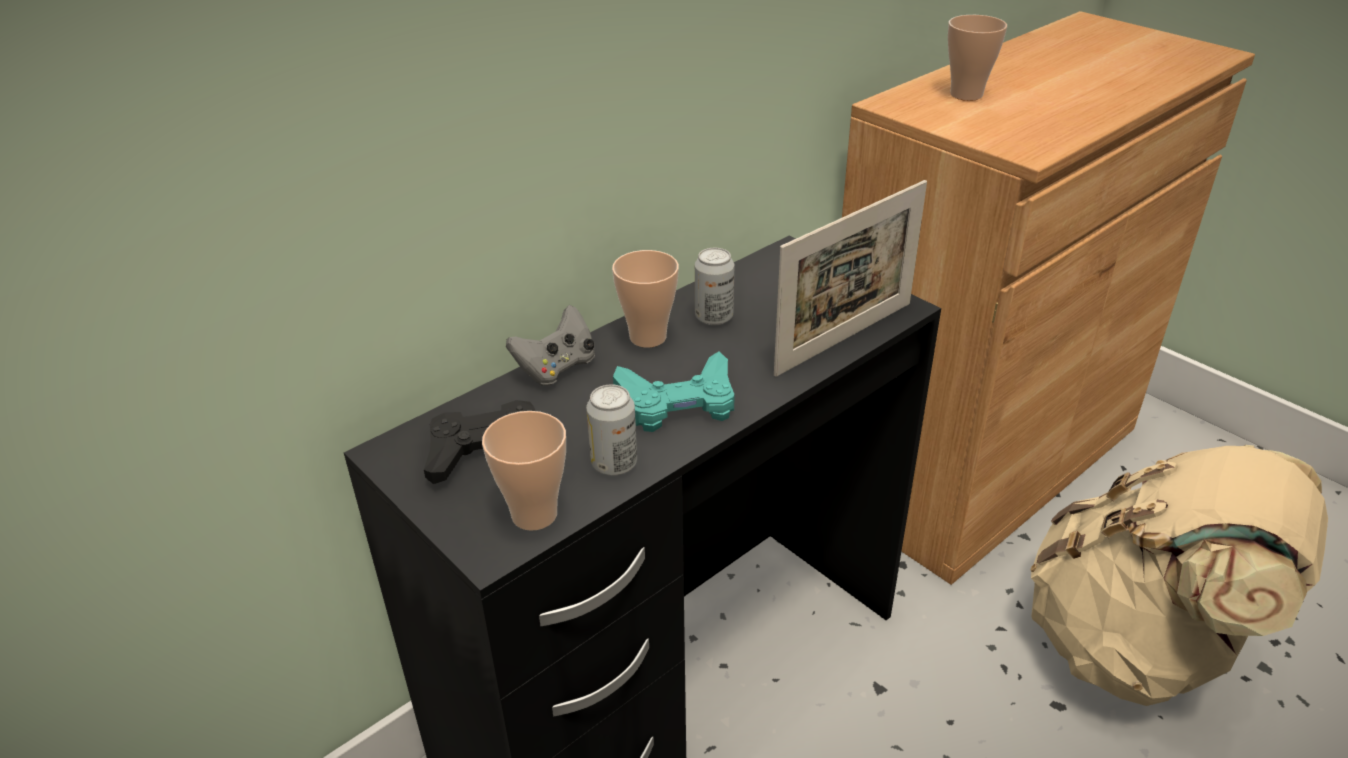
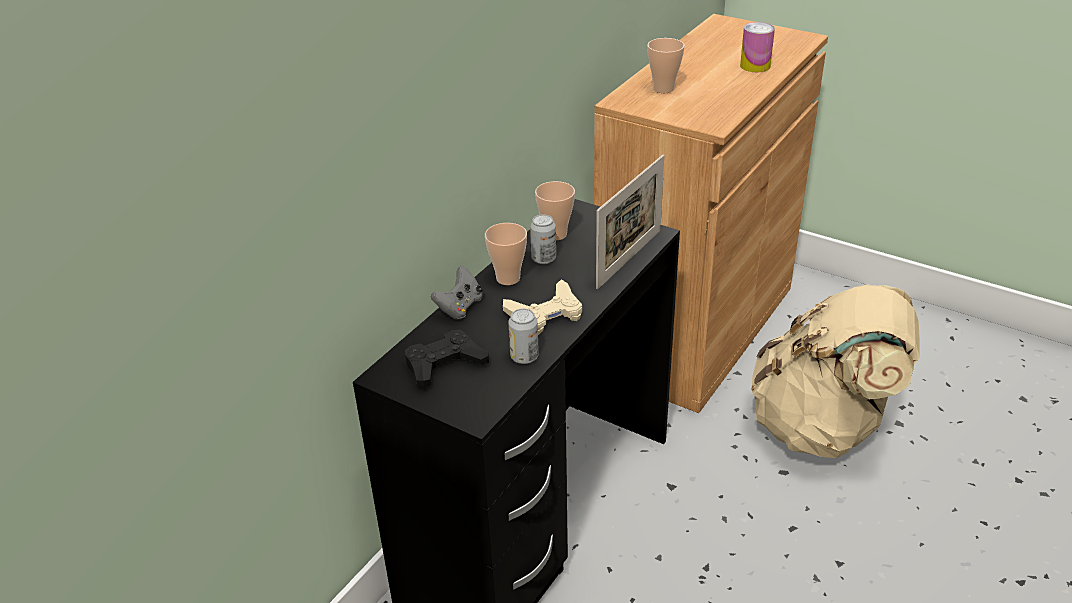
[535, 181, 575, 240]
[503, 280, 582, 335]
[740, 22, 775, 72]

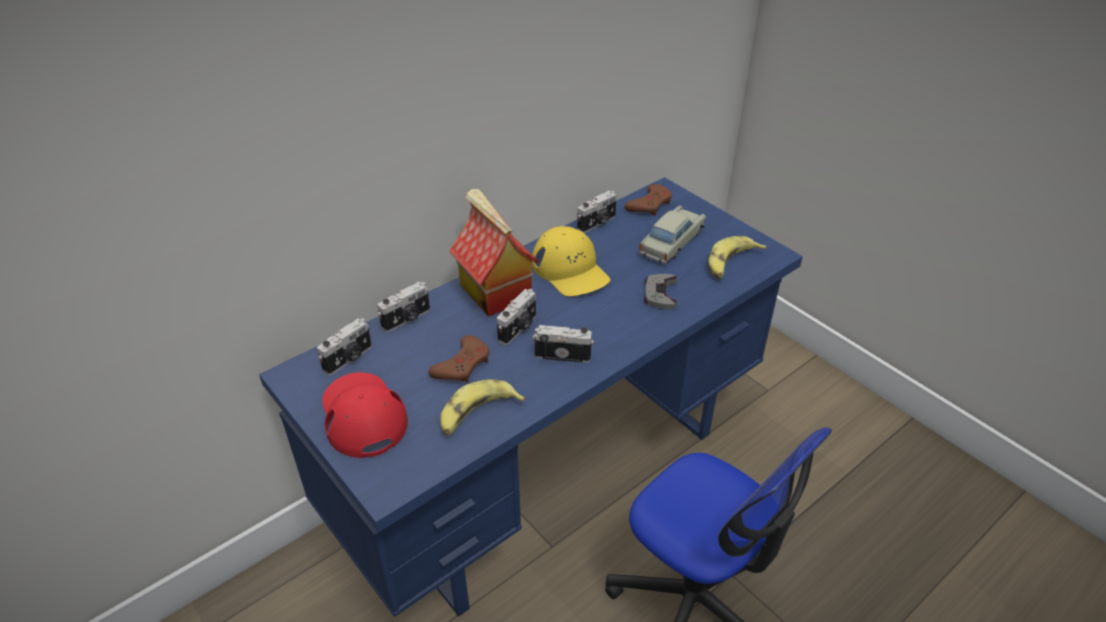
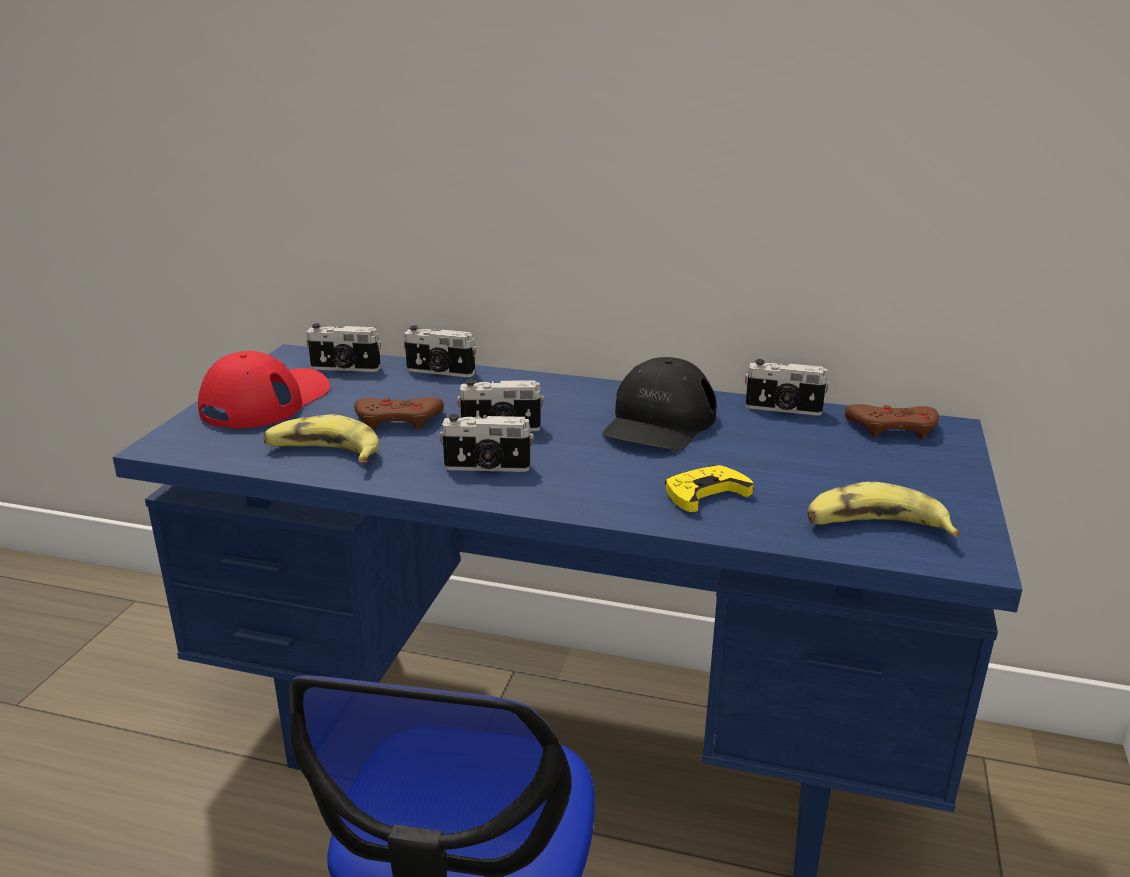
[449, 189, 539, 317] (first image)
[602, 357, 717, 450]
[440, 414, 534, 472]
[639, 205, 706, 264] (first image)
[665, 465, 754, 512]

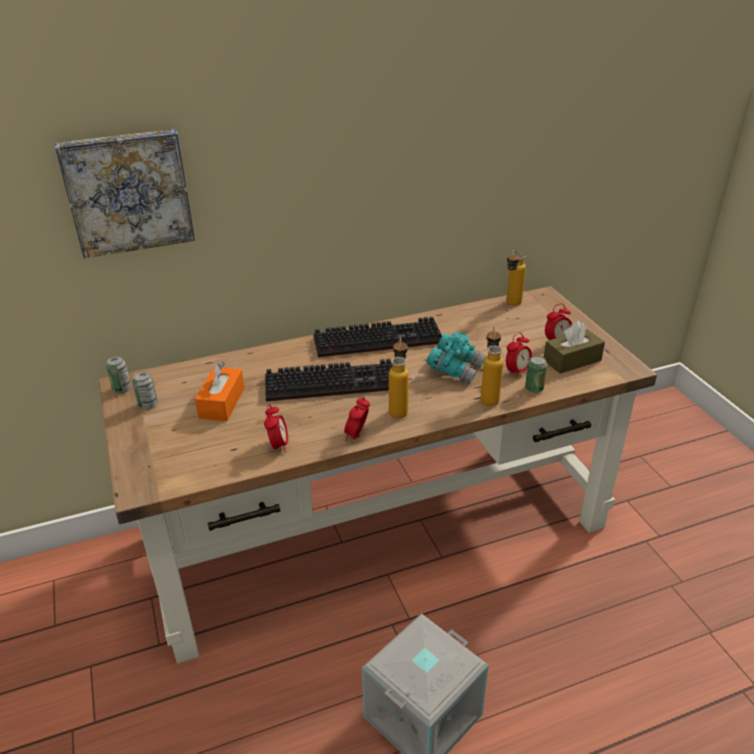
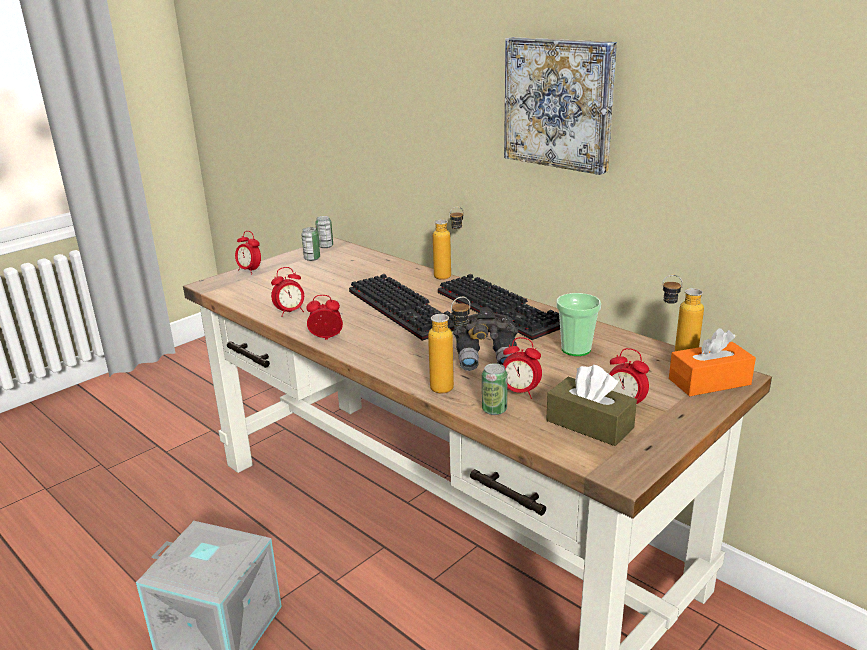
[504, 37, 617, 175]
[669, 328, 756, 396]
[433, 207, 464, 280]
[453, 307, 518, 371]
[235, 231, 261, 275]
[556, 293, 601, 356]

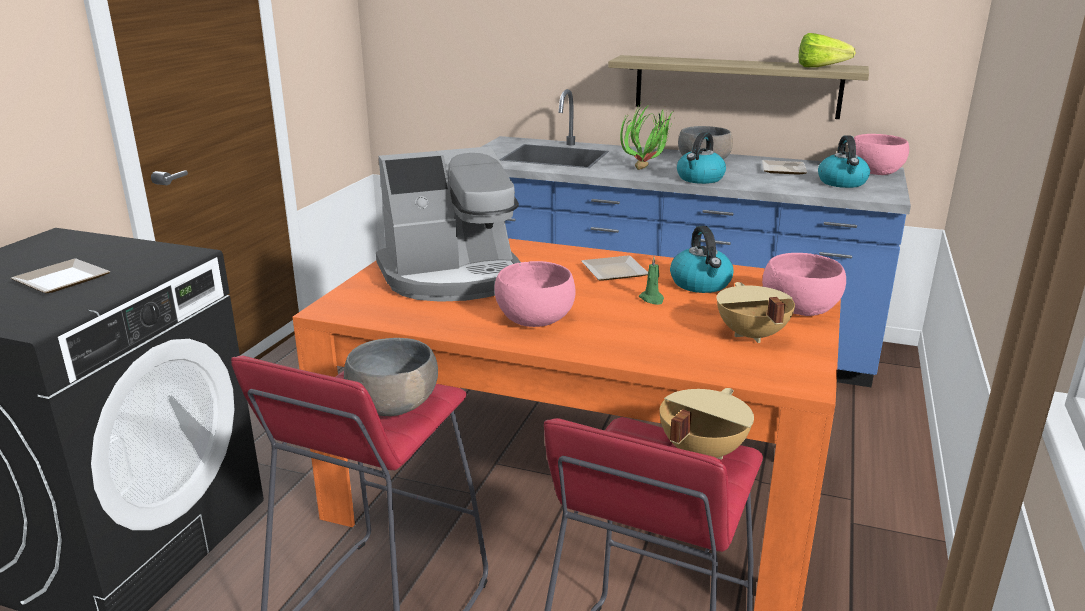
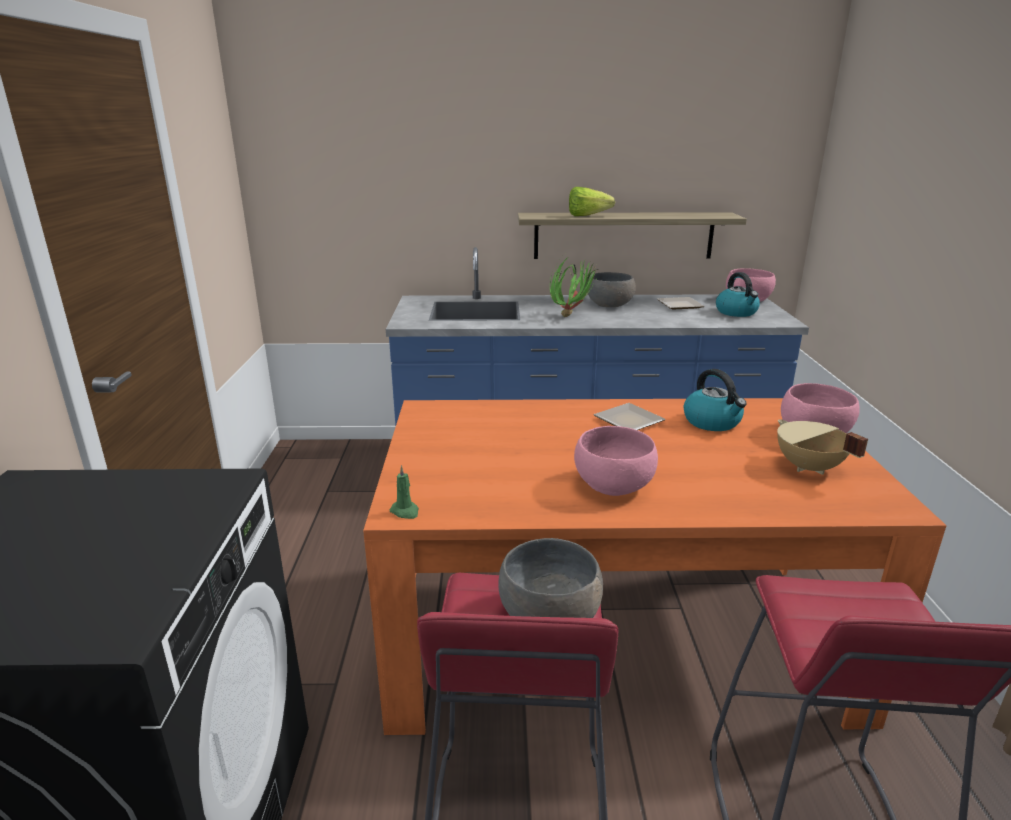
[11, 258, 111, 293] (first image)
[376, 146, 521, 302] (first image)
[390, 465, 419, 519]
[660, 388, 754, 460] (first image)
[677, 132, 726, 184] (first image)
[569, 187, 615, 216]

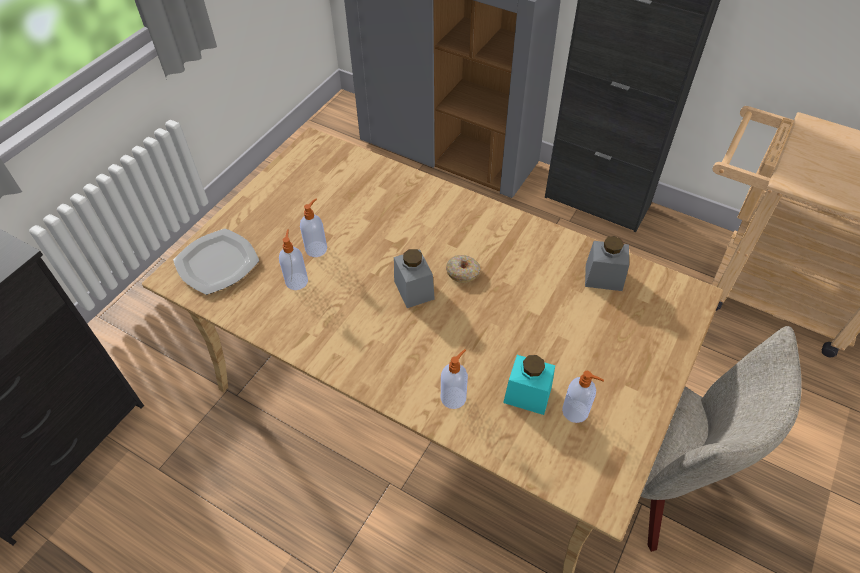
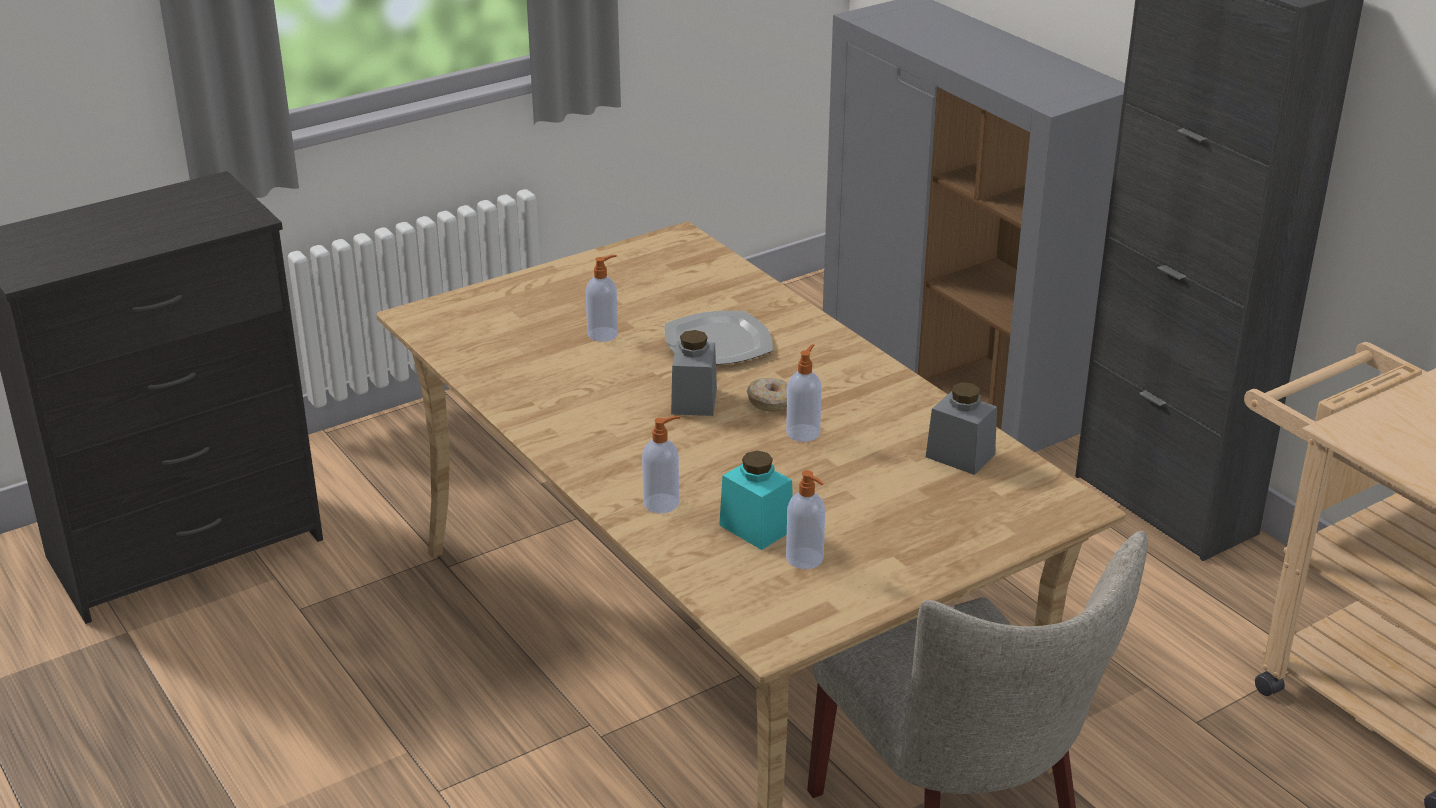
[664, 311, 773, 365]
[786, 344, 822, 442]

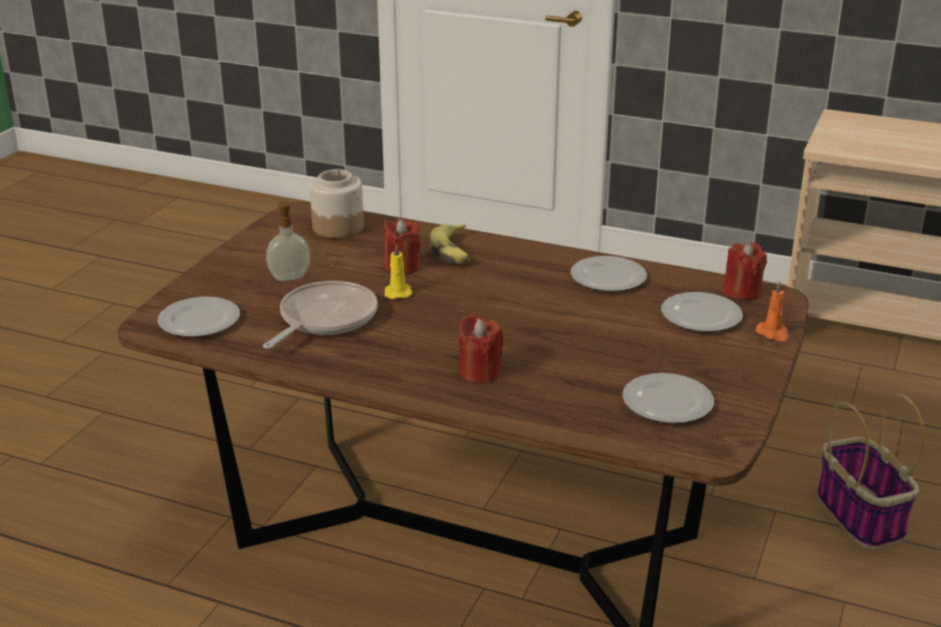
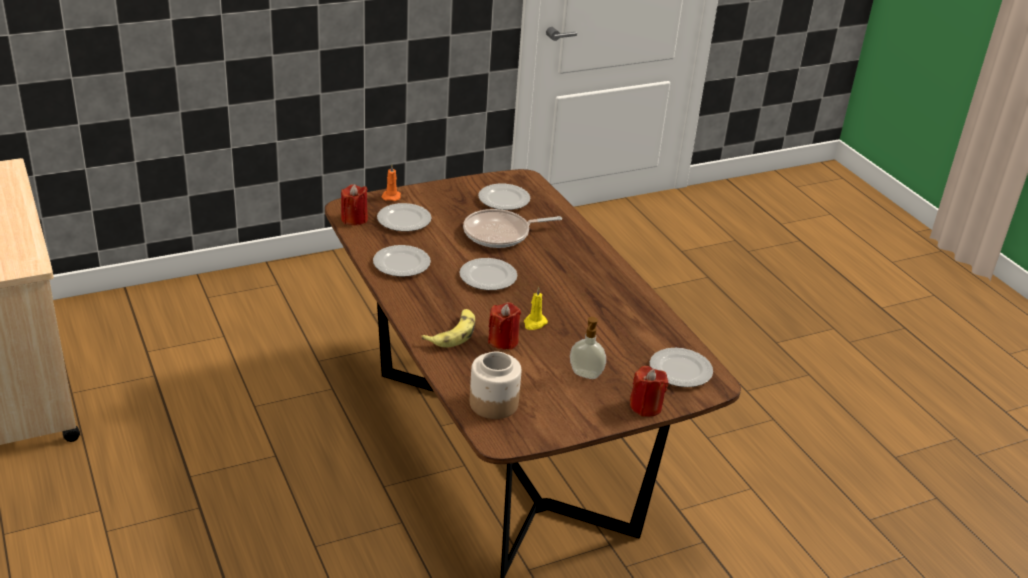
[463, 209, 562, 248]
[630, 366, 668, 417]
[817, 394, 925, 549] (first image)
[459, 258, 517, 290]

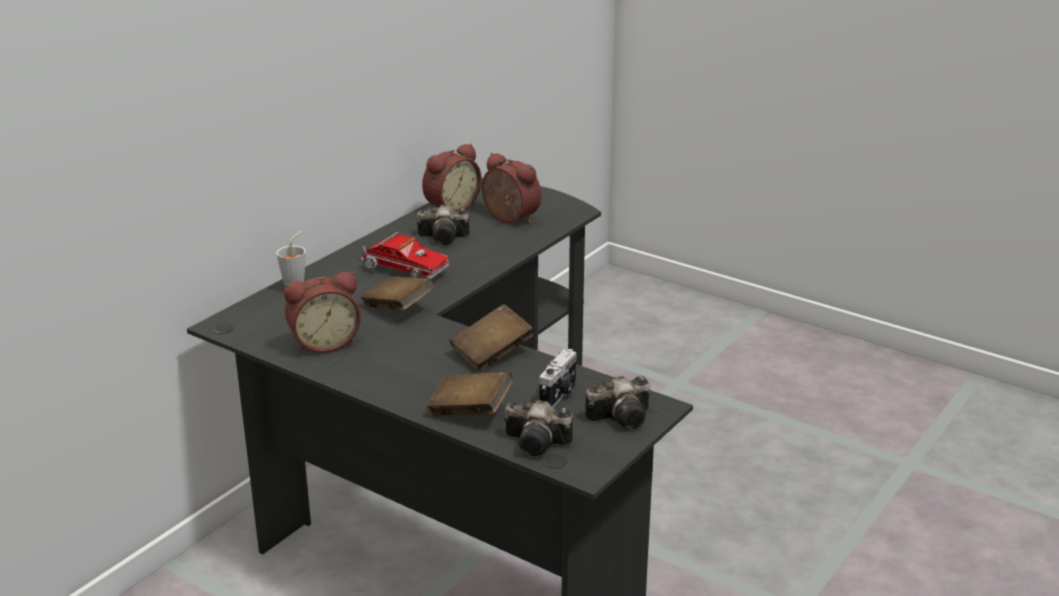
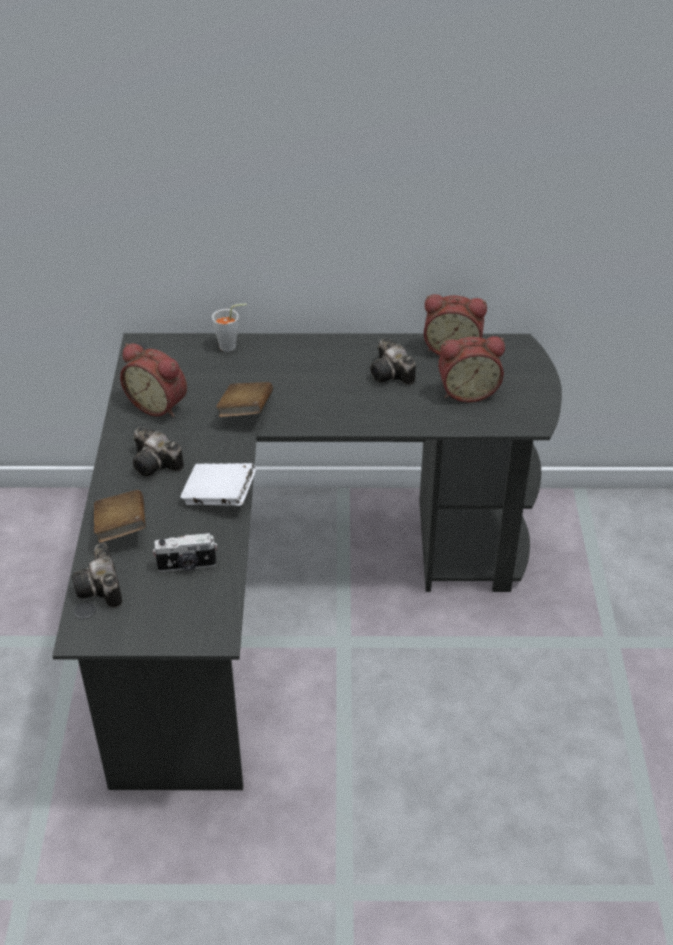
[361, 232, 449, 279] (first image)
[180, 463, 256, 506]
[438, 336, 505, 403]
[133, 427, 184, 476]

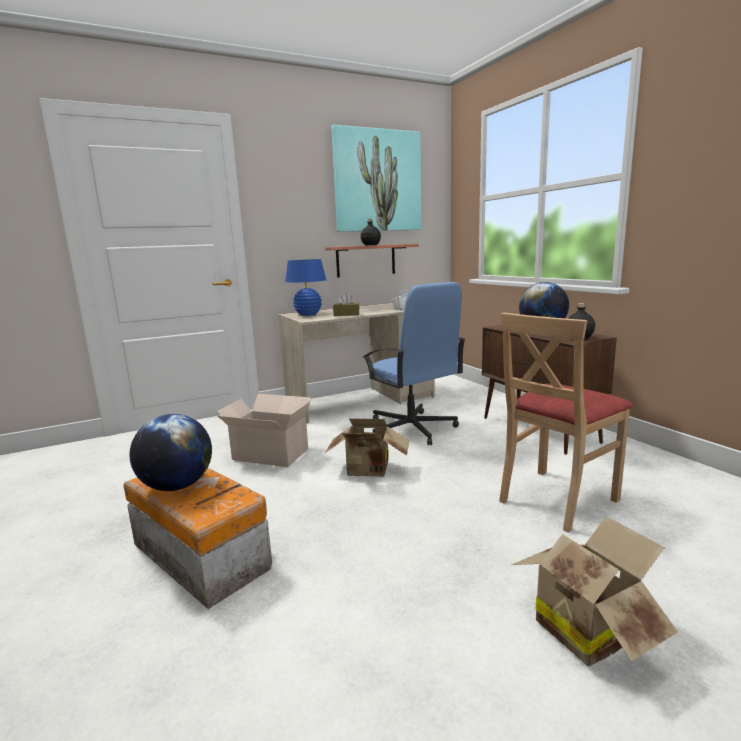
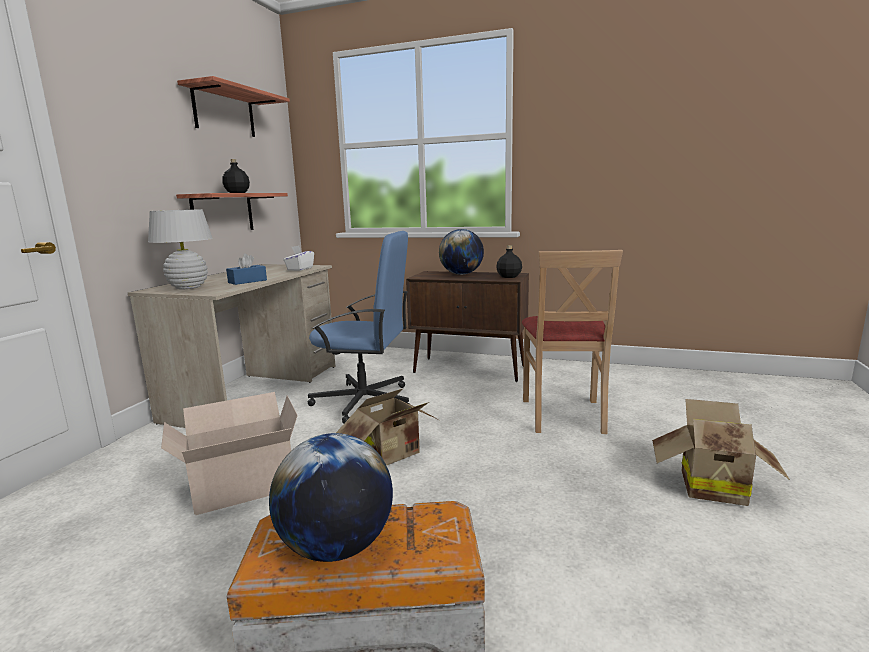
[148, 209, 213, 289]
[177, 76, 290, 137]
[226, 253, 267, 285]

